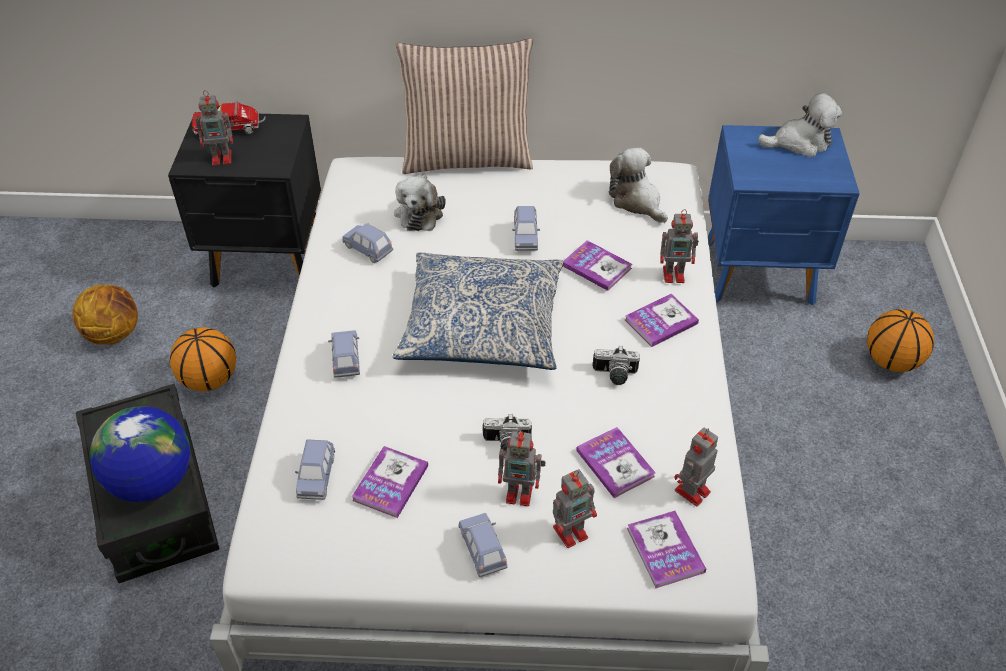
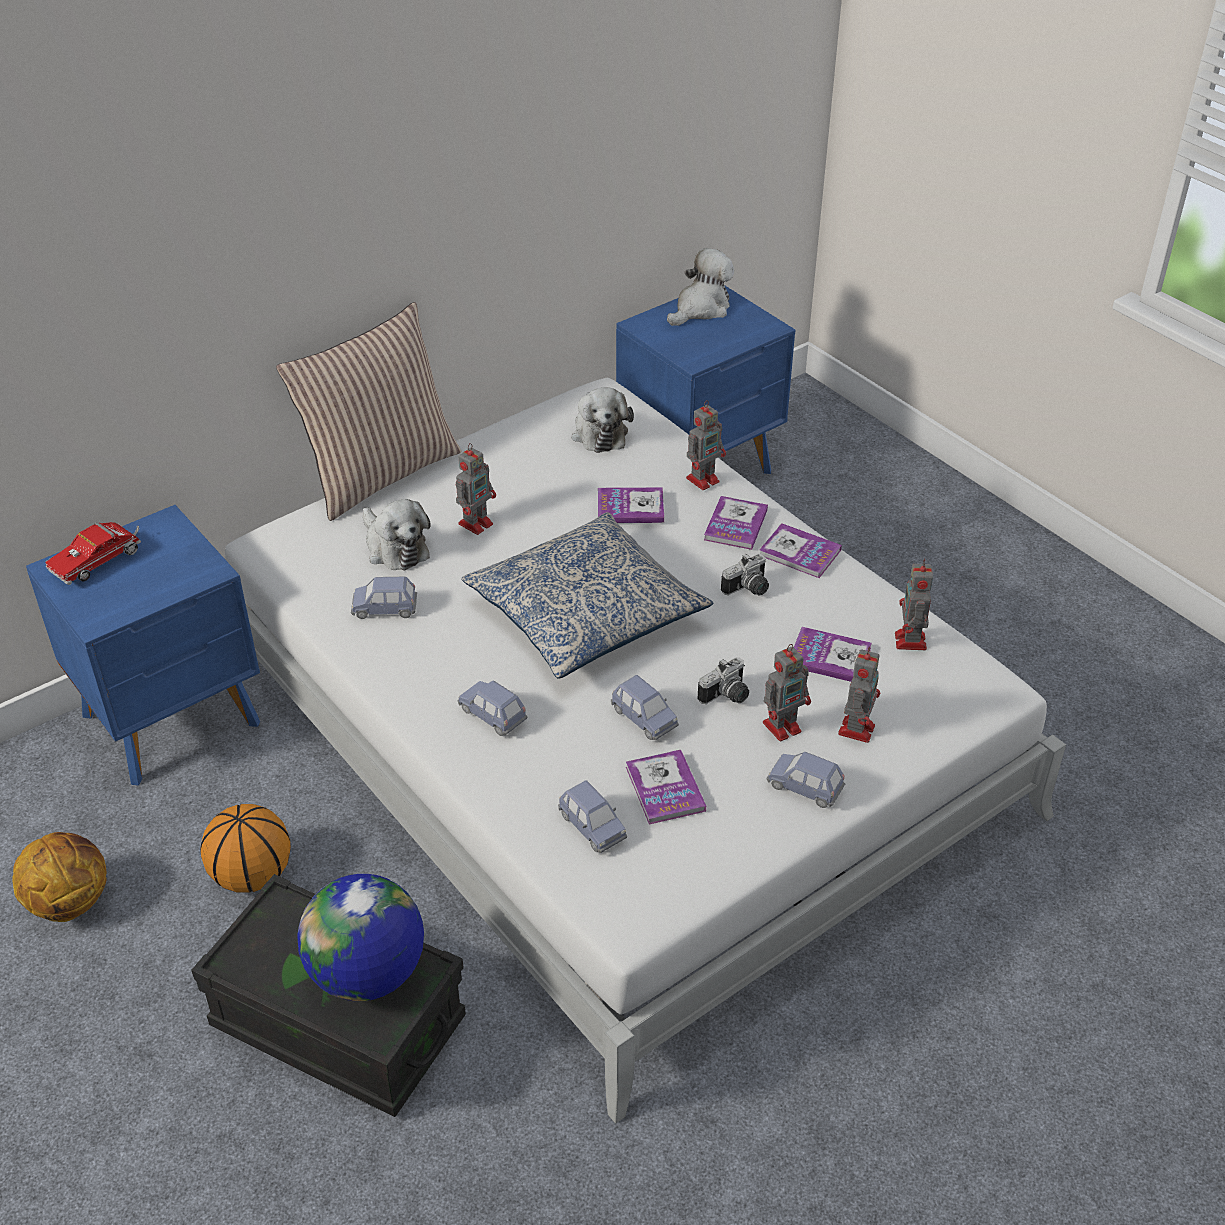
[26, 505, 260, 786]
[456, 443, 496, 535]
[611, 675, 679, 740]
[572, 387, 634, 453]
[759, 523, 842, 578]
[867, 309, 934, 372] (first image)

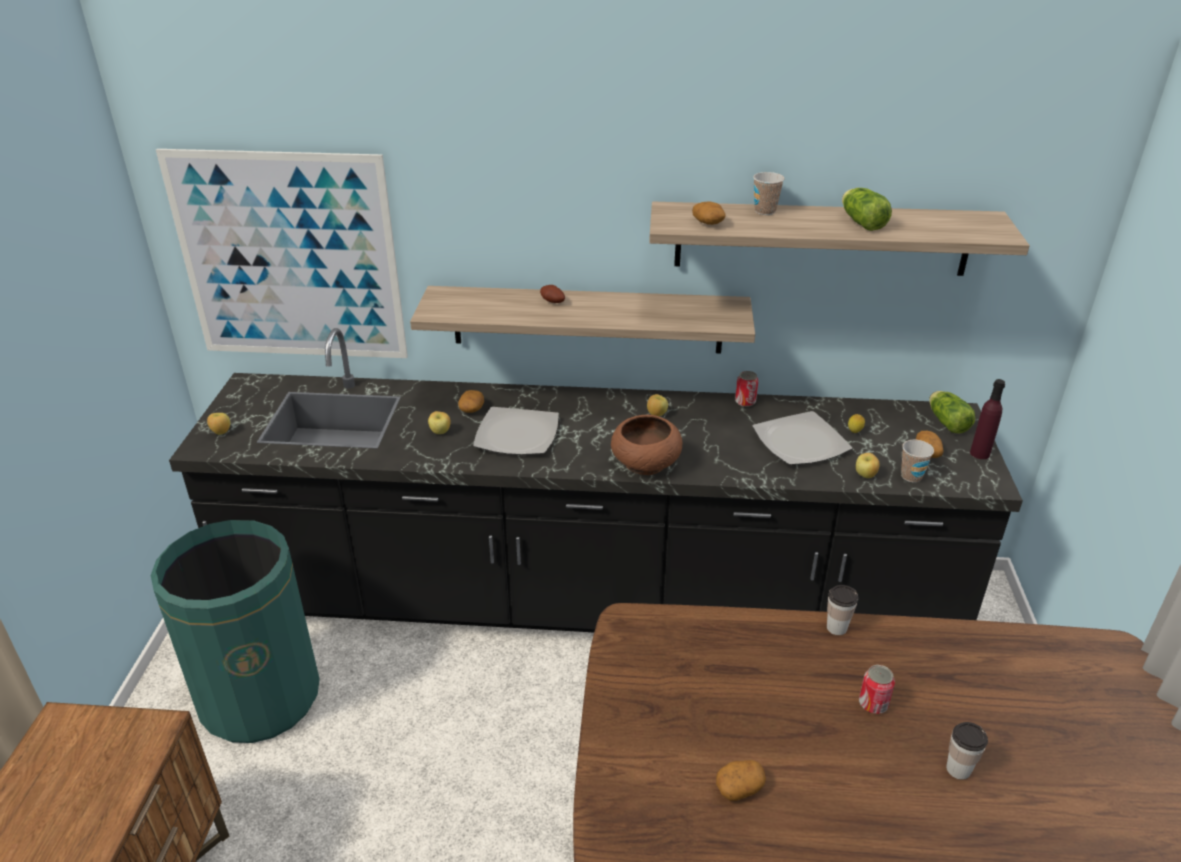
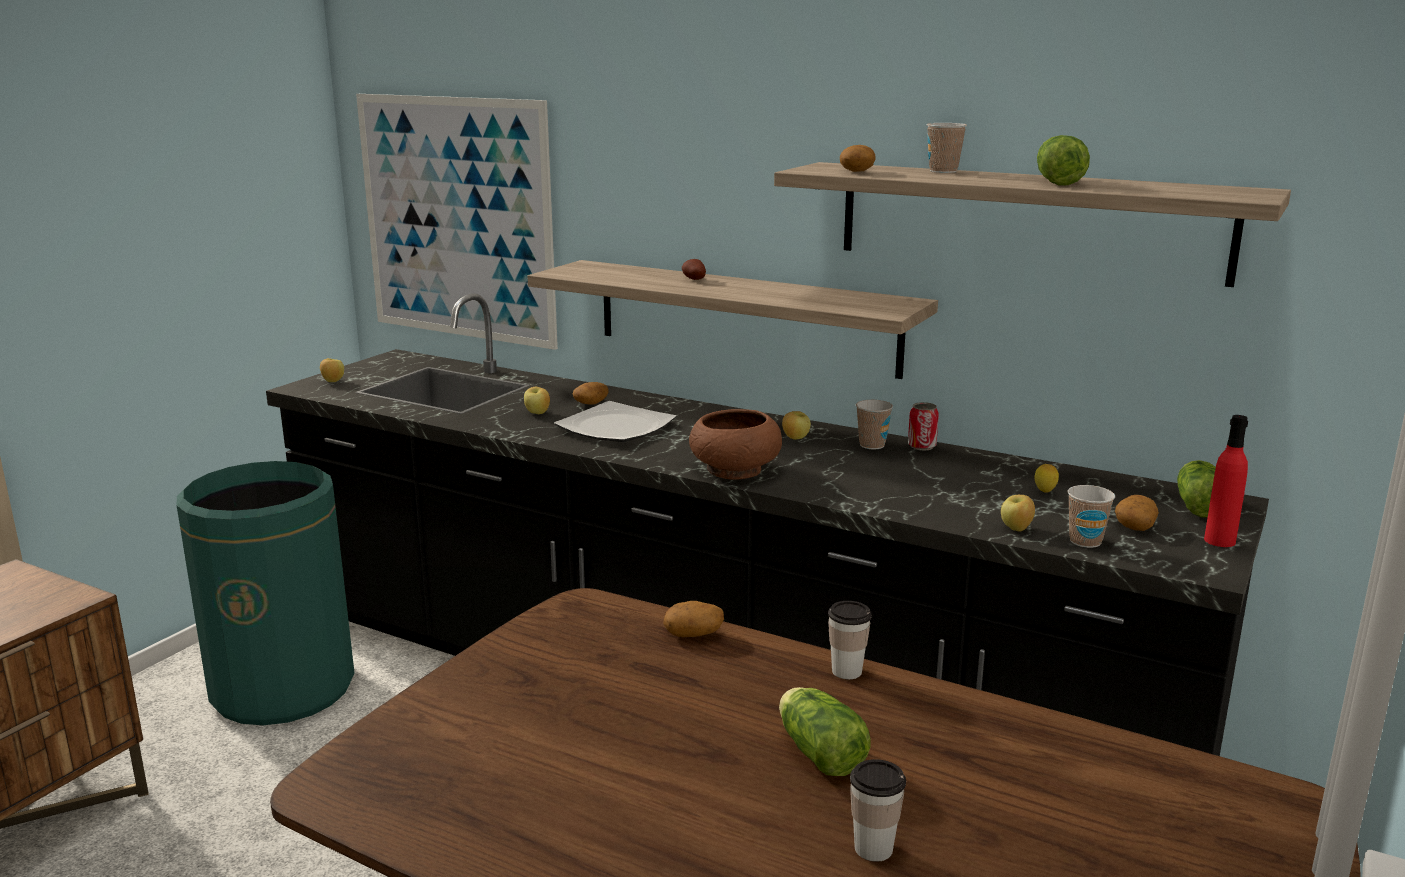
[663, 601, 724, 637]
[752, 411, 852, 465] (first image)
[779, 687, 870, 776]
[1204, 415, 1248, 547]
[856, 400, 893, 449]

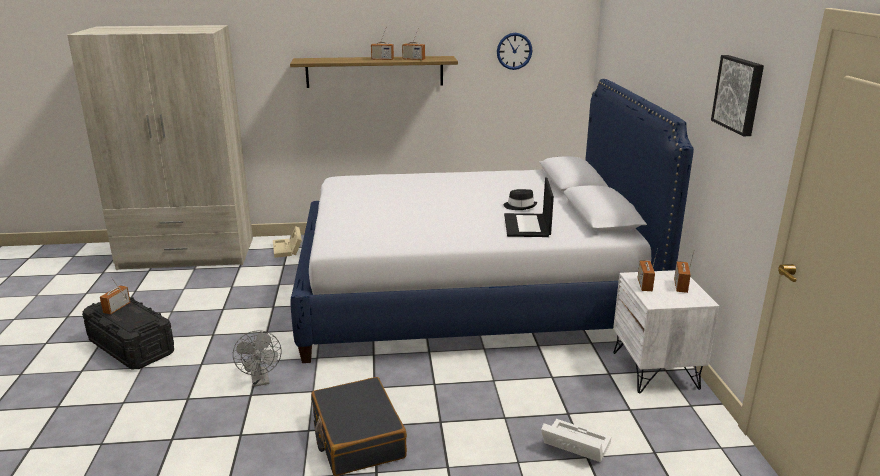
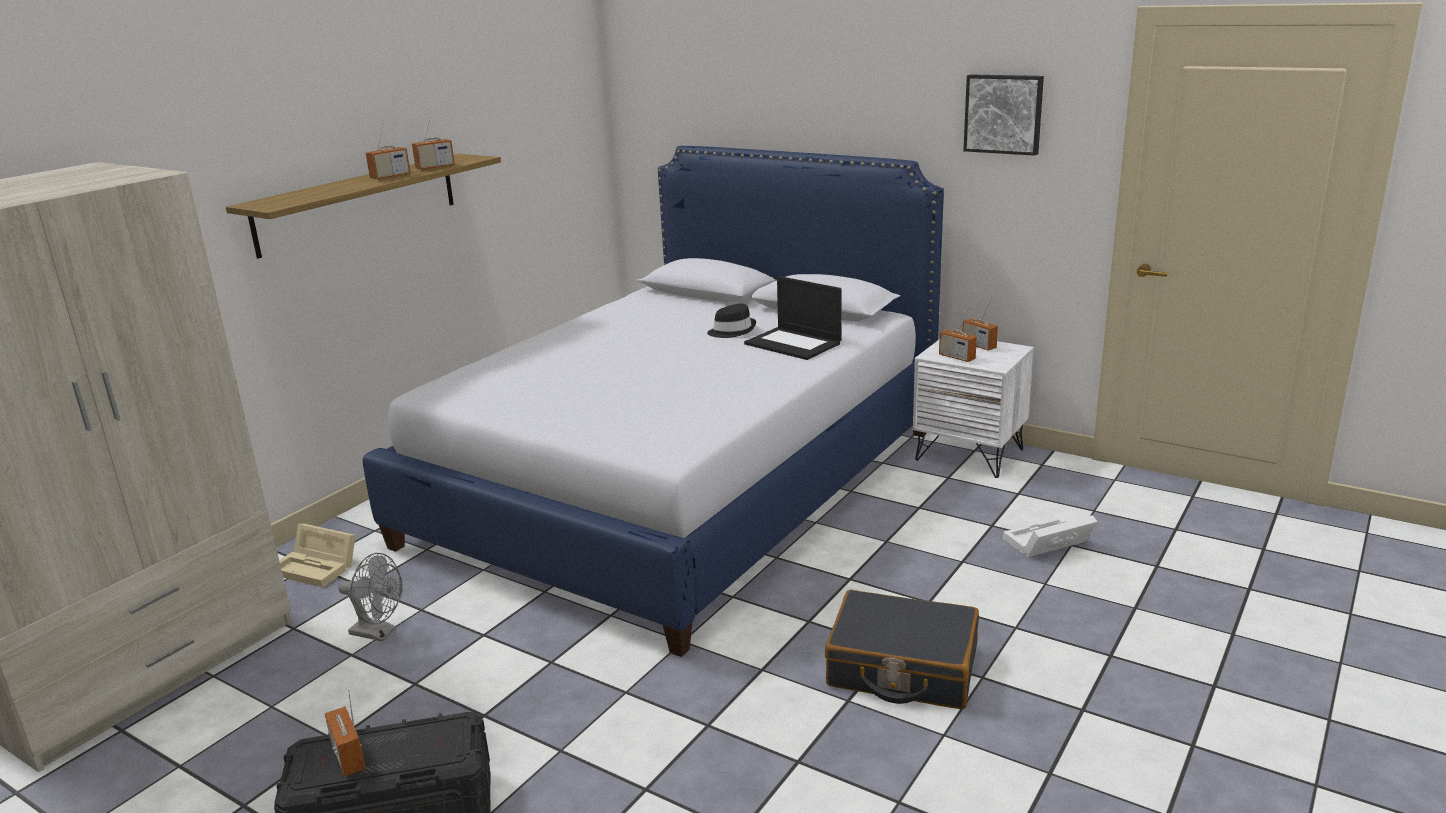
[338, 553, 403, 641]
[497, 33, 532, 70] (first image)

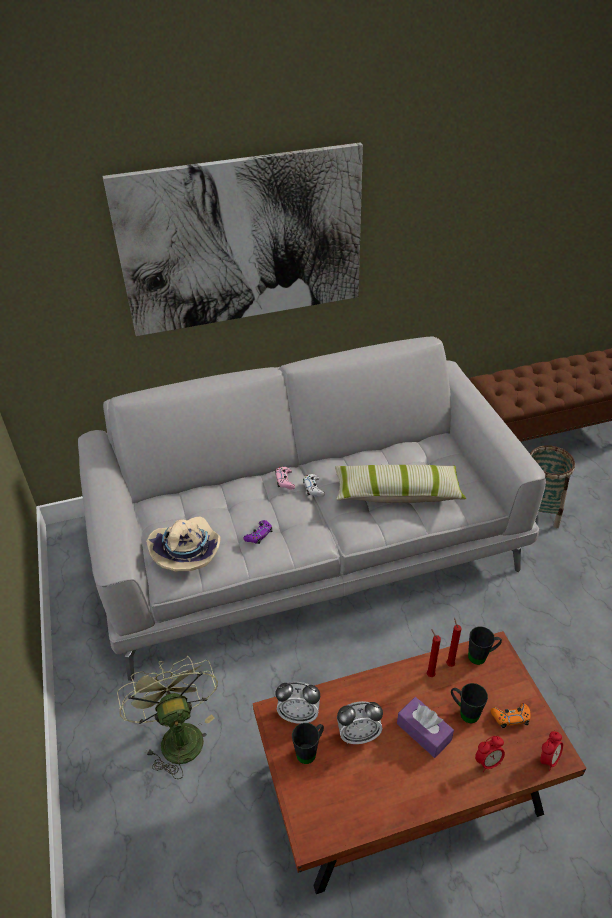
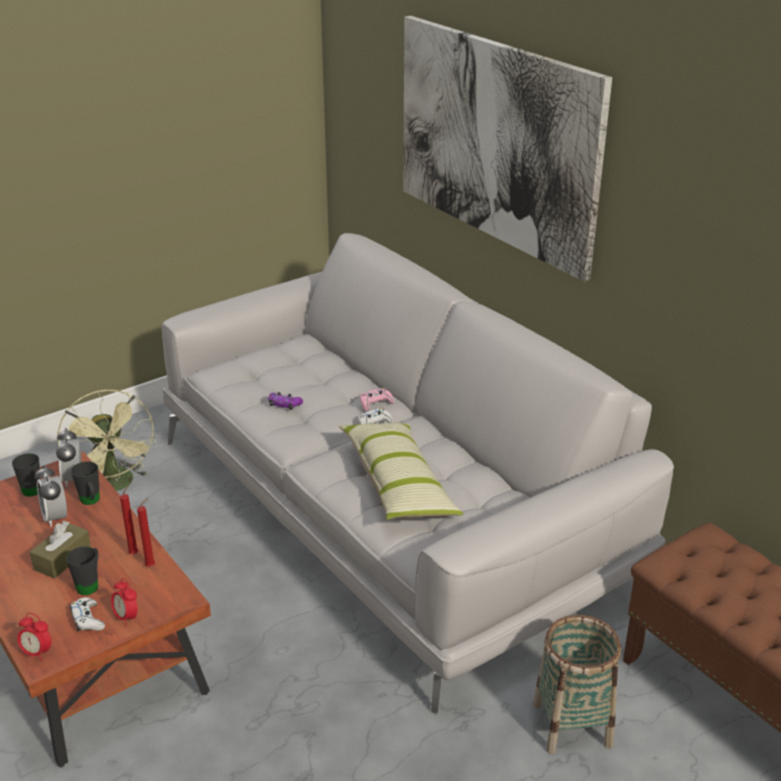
[57, 390, 156, 491]
[146, 516, 220, 571] (first image)
[29, 521, 91, 579]
[71, 461, 100, 505]
[111, 578, 138, 627]
[70, 597, 105, 631]

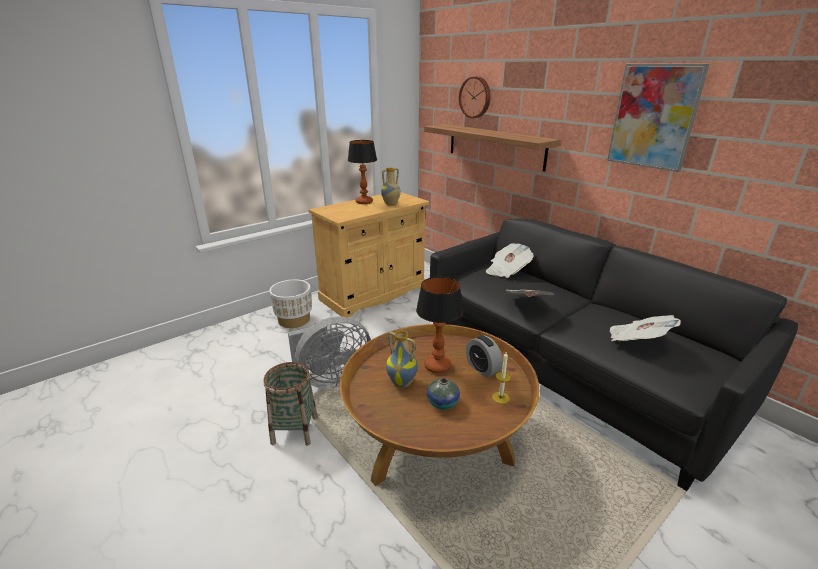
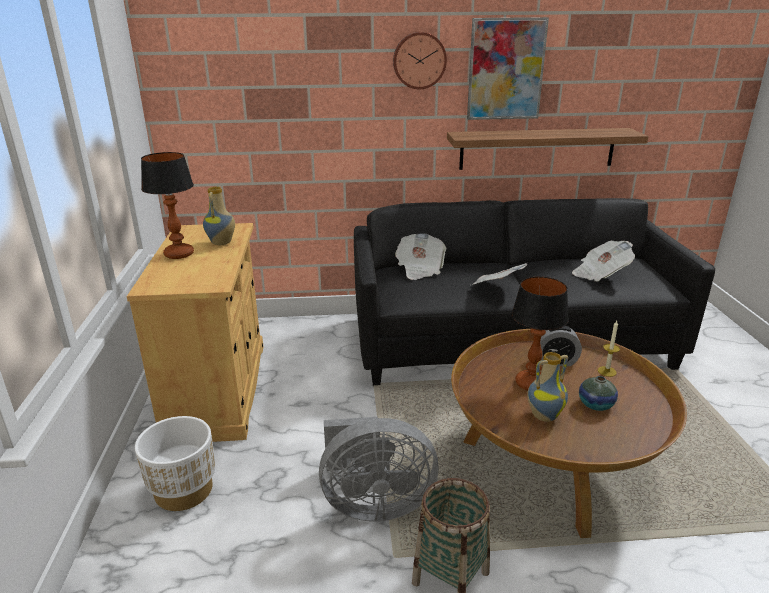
[319, 417, 439, 521]
[447, 128, 649, 170]
[393, 32, 447, 89]

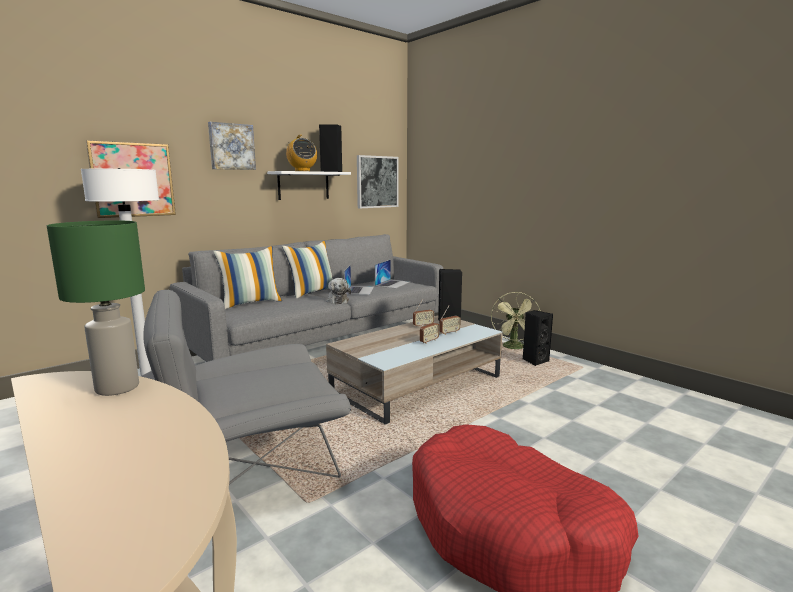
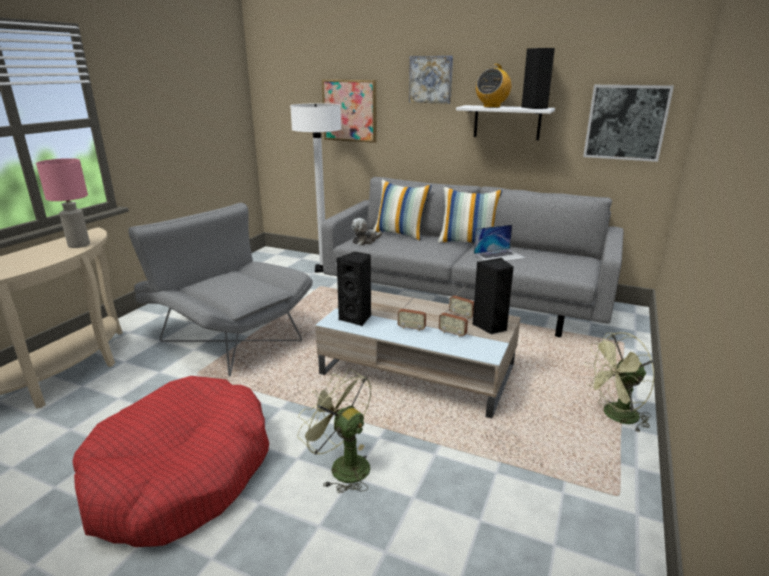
[36, 158, 90, 248]
[351, 218, 382, 246]
[375, 260, 409, 288] (first image)
[337, 252, 371, 326]
[297, 369, 372, 493]

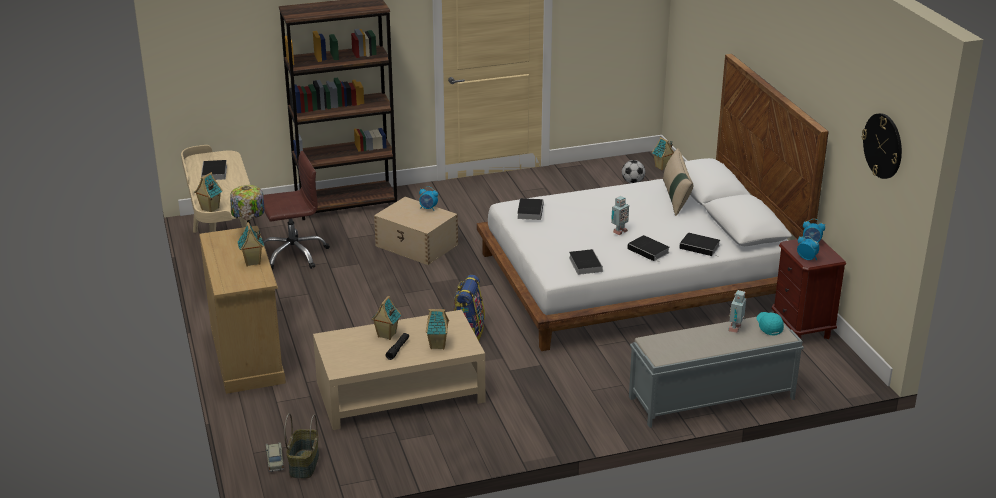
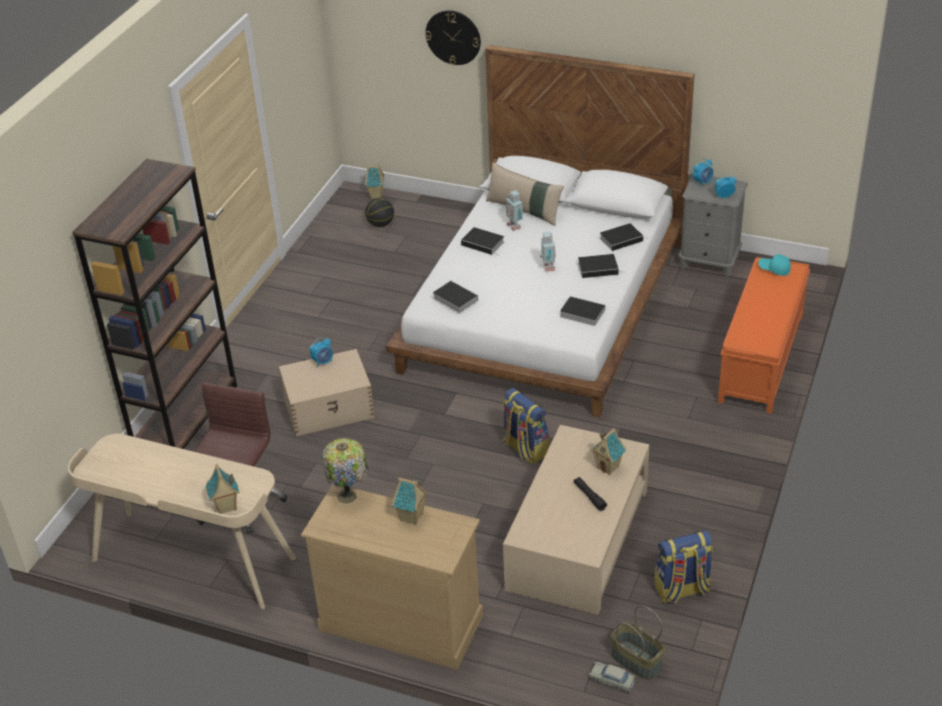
[461, 227, 504, 256]
[371, 295, 401, 340] (first image)
[365, 198, 394, 227]
[718, 257, 810, 414]
[506, 190, 523, 231]
[678, 174, 748, 277]
[425, 10, 481, 65]
[654, 530, 713, 603]

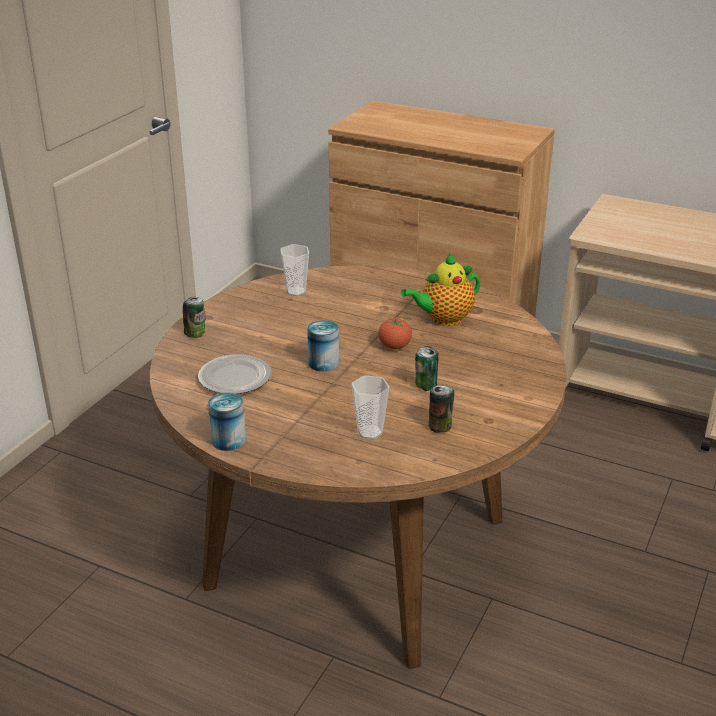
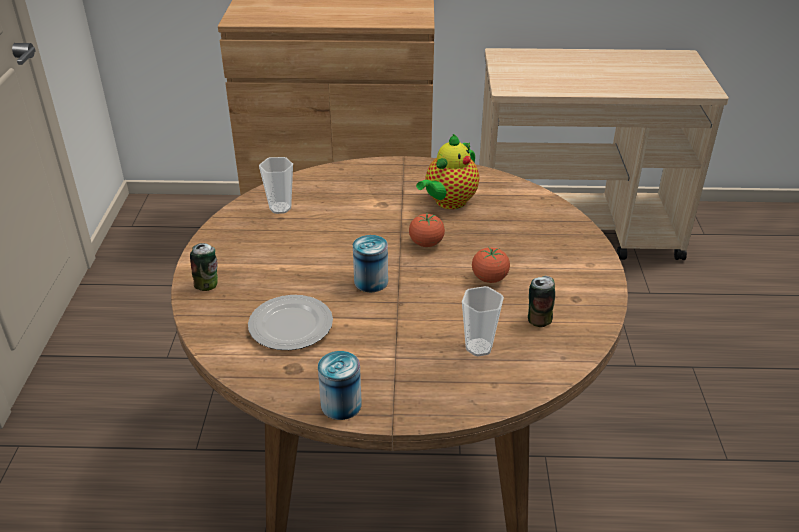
[472, 247, 510, 283]

